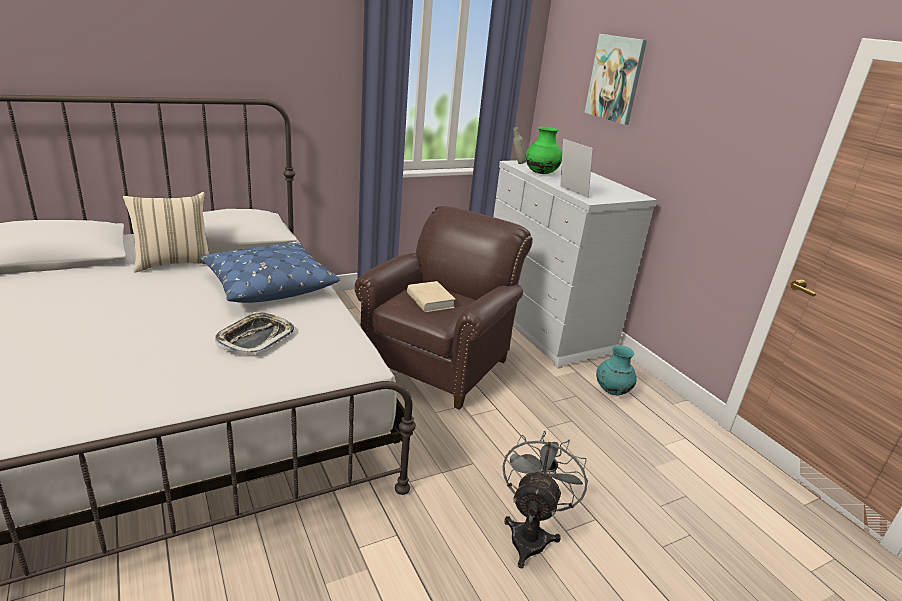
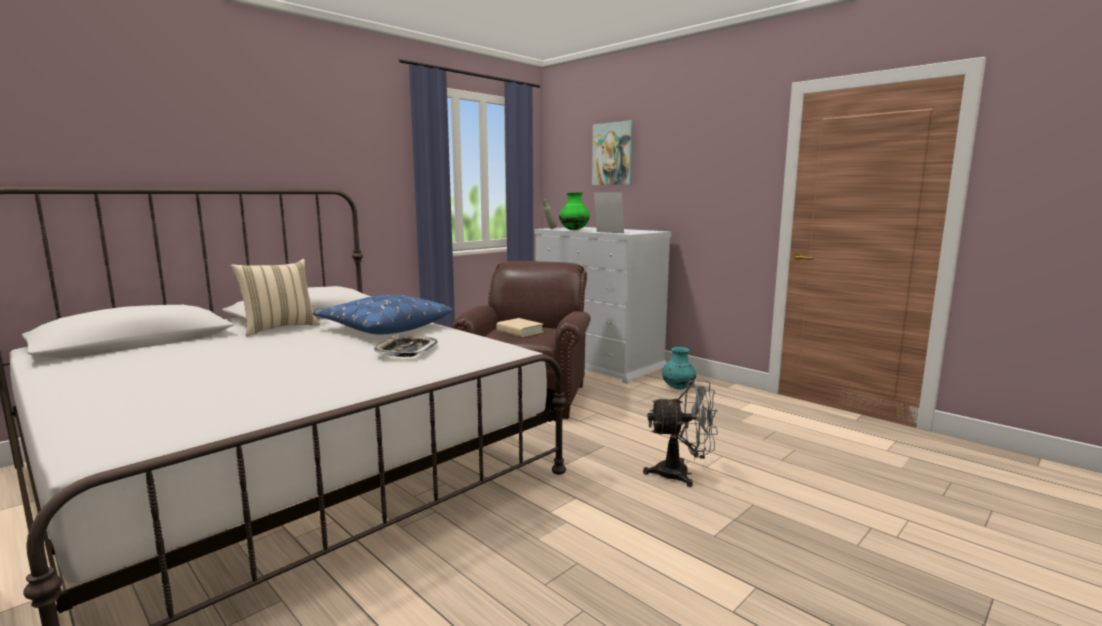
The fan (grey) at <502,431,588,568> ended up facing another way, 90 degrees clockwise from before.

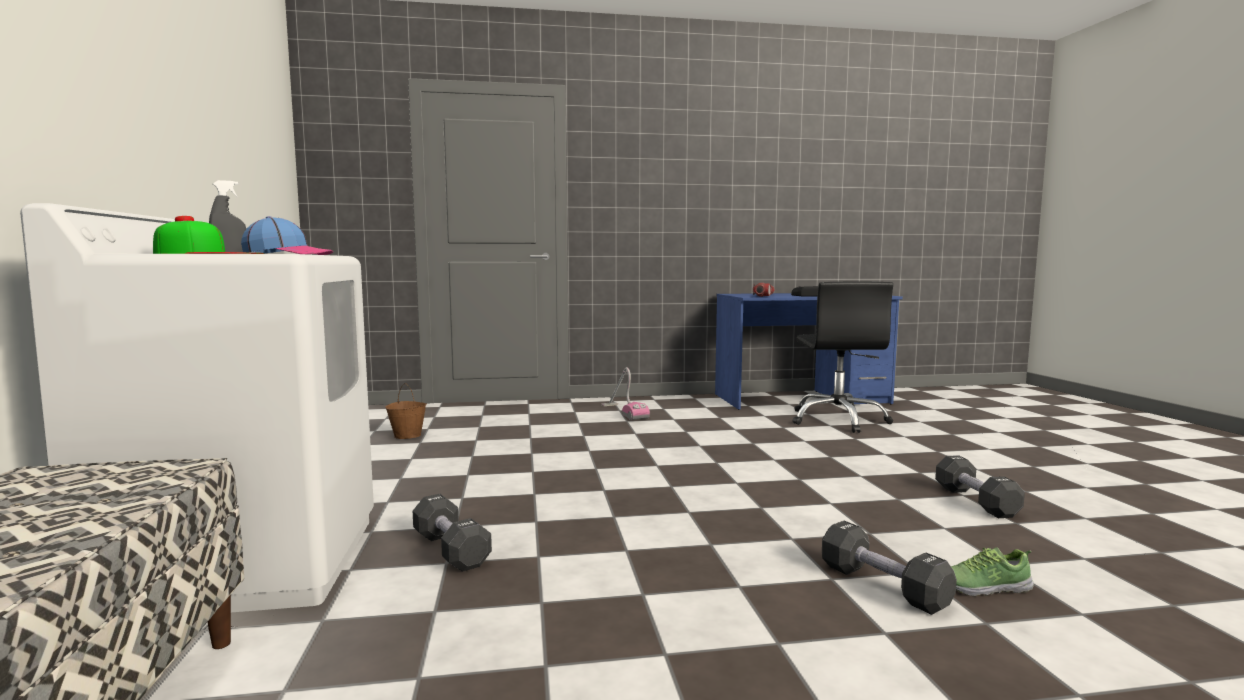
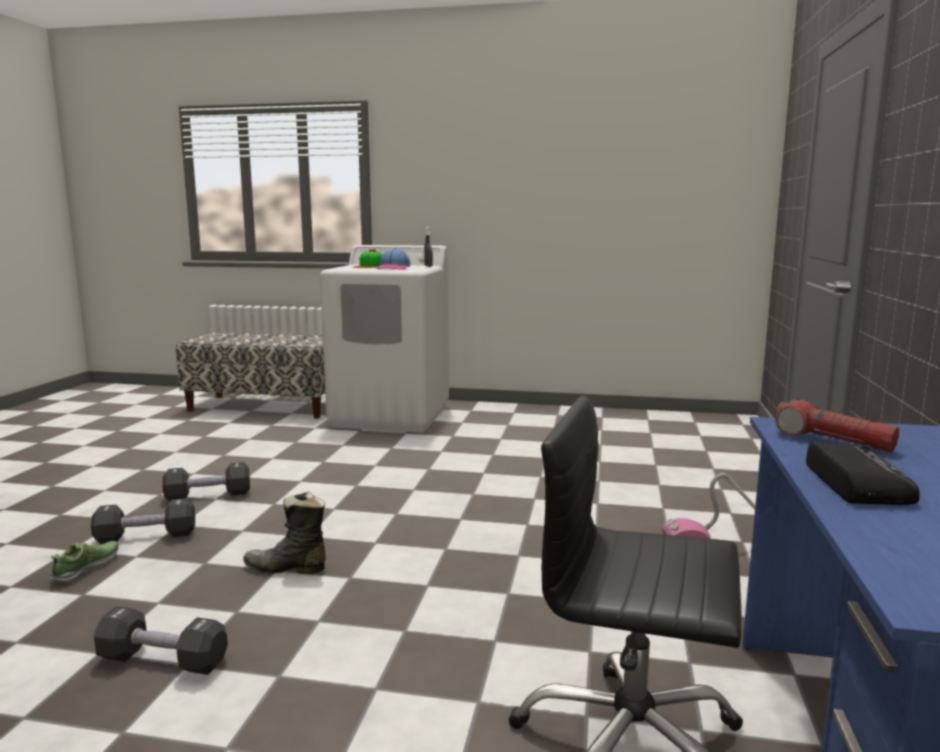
The second view lost the bucket (brown) at <385,383,427,439>.
The dumbbell (black) ended up elsewhere, having gone from <413,494,492,572> to <162,462,250,502>.
The second view gained the boot (black) at <243,491,326,574>.

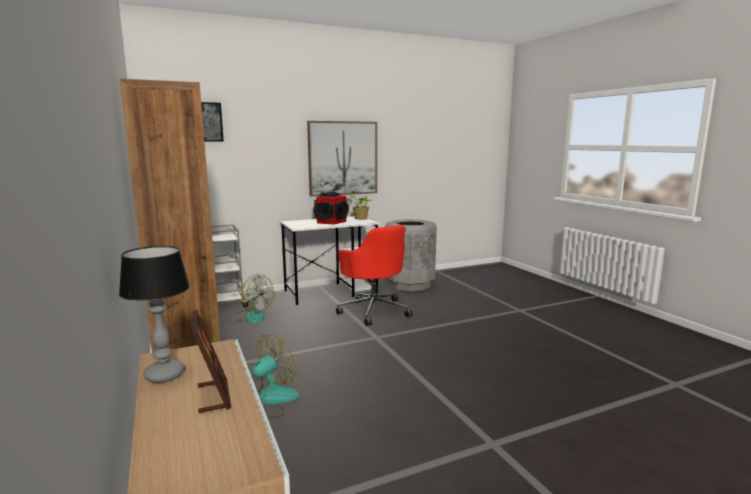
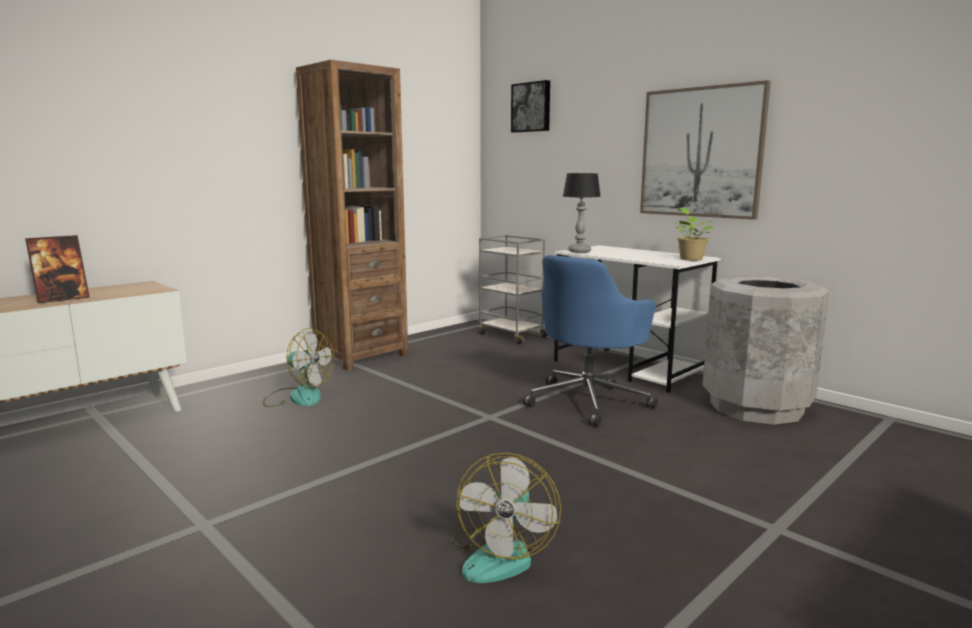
The table lamp ended up elsewhere, having gone from <119,246,190,383> to <563,173,601,253>.
The fan ended up elsewhere, having gone from <228,274,274,324> to <451,453,561,583>.
The second view lost the speaker at <314,192,349,224>.
What was the office chair (red) at <336,225,412,326> turned into the office chair (blue) at <523,255,658,427>.

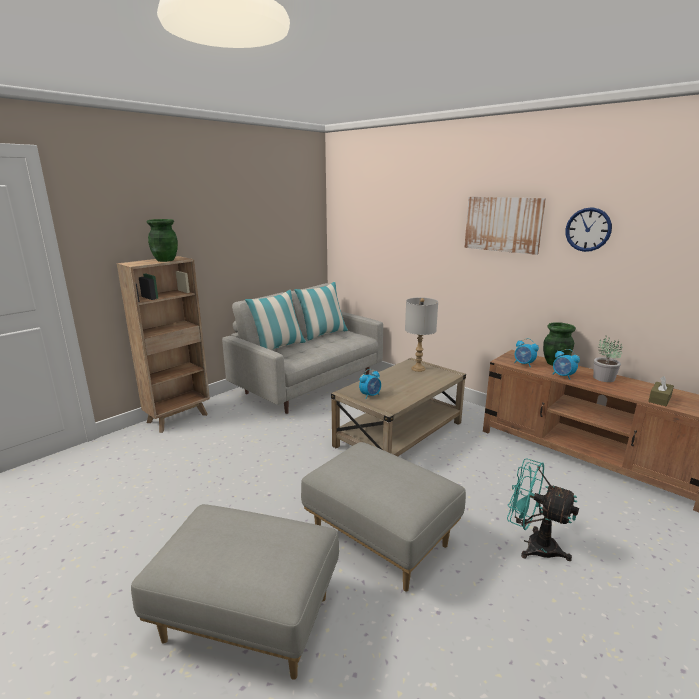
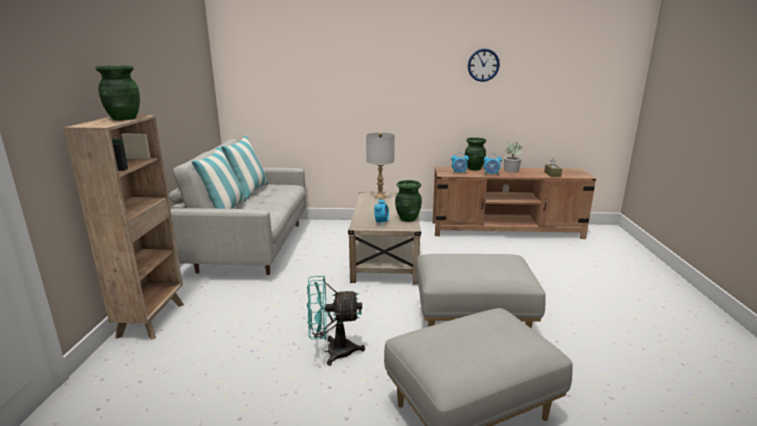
The second view lost the picture at <464,197,546,255>.
The fan (turquoise) ended up elsewhere, having gone from <507,458,579,561> to <307,276,365,366>.
The second view gained the vase (green) at <395,180,422,222>.

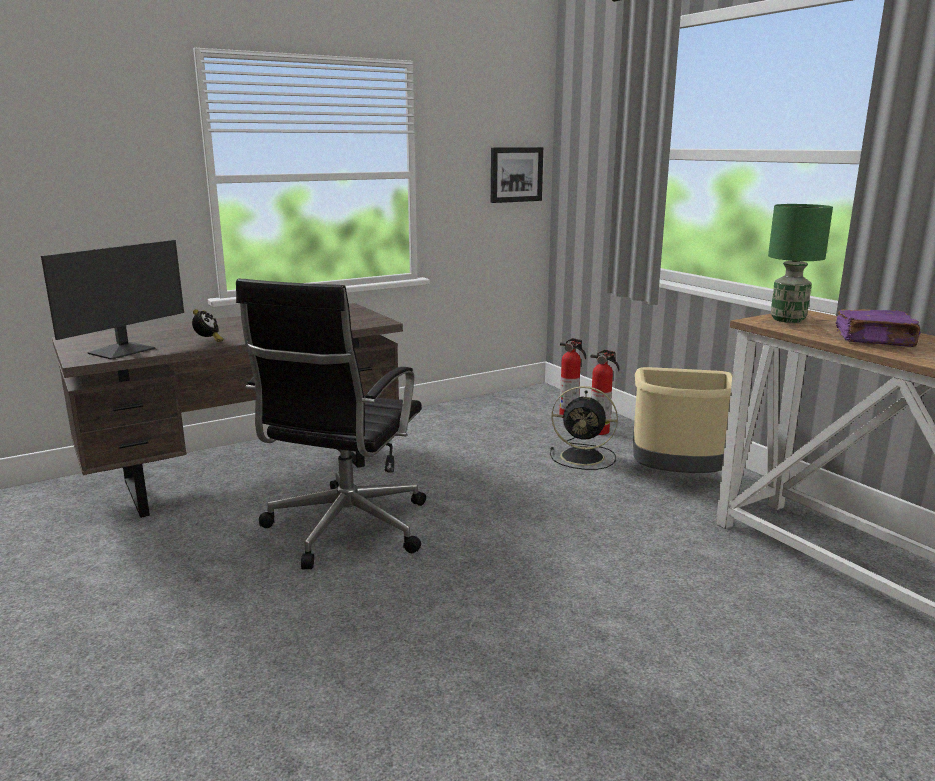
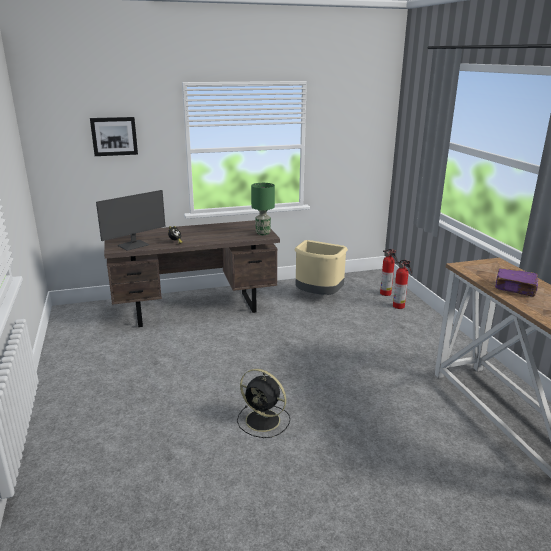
The second view lost the office chair (black) at <236,279,426,569>.
The picture ended up elsewhere, having gone from <491,147,543,203> to <90,117,138,156>.
The fan (black) ended up elsewhere, having gone from <550,386,618,470> to <237,369,290,438>.
The trash can (beige) ended up elsewhere, having gone from <633,367,733,473> to <295,240,348,295>.
The table lamp (green) ended up elsewhere, having gone from <768,204,833,323> to <251,183,275,235>.

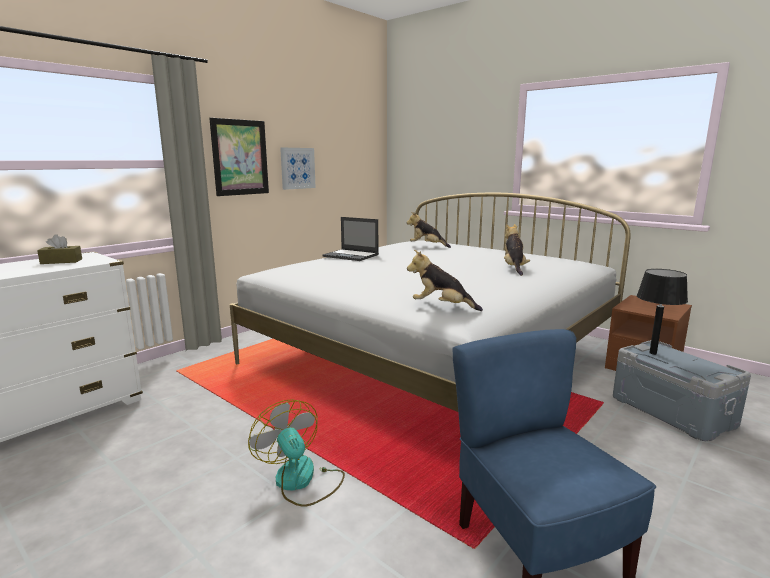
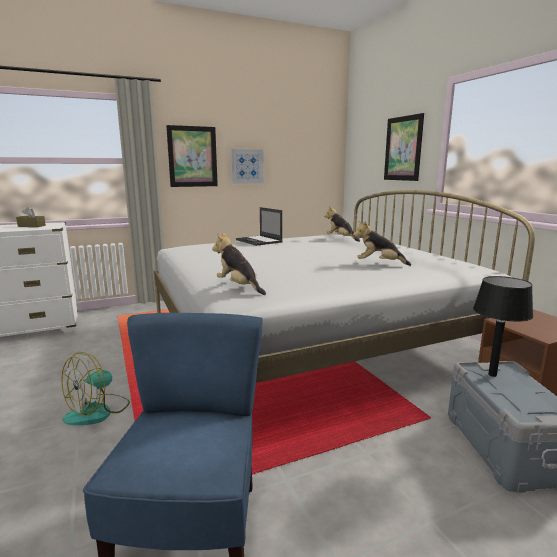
The fan at <248,399,345,507> ended up facing another way, 135 degrees counterclockwise from before.
The plush toy at <504,224,530,276> ended up facing another way, 105 degrees counterclockwise from before.
The second view gained the picture at <384,113,424,181>.

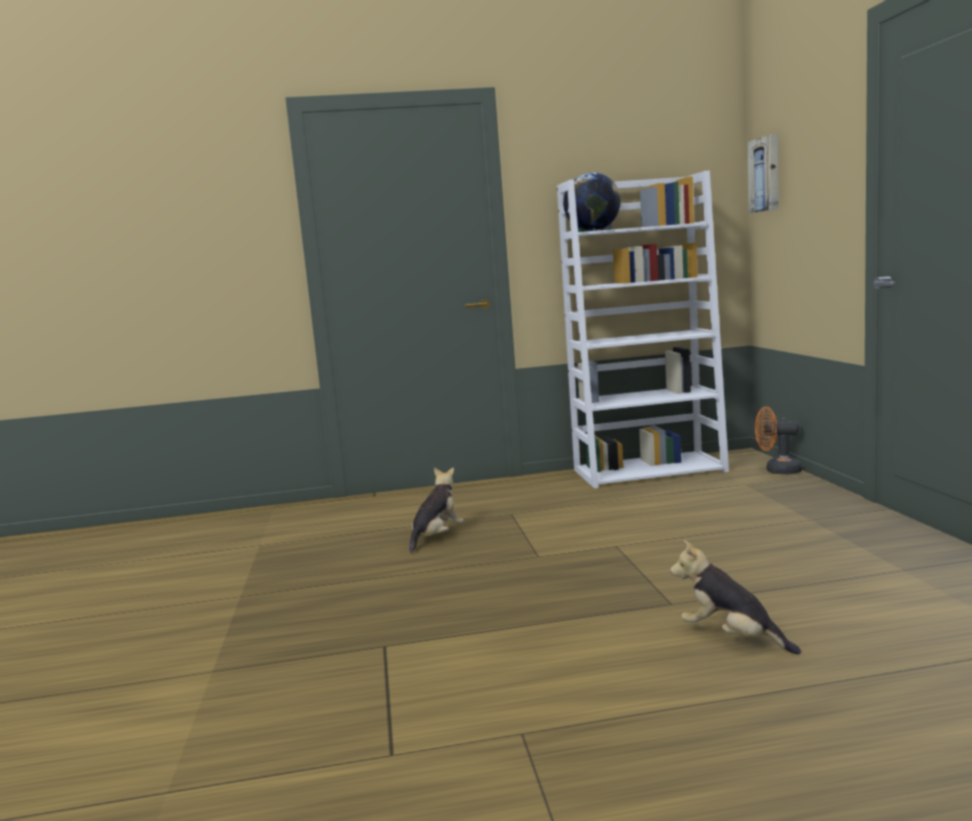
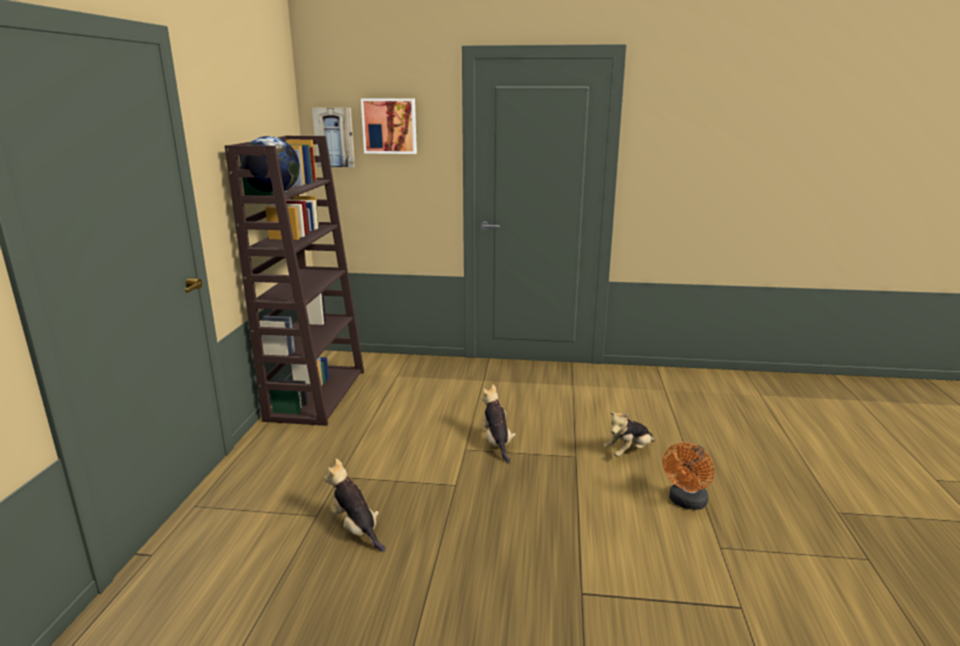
What was the bookcase (white) at <557,170,729,488> turned into the bookcase (brown) at <225,136,364,426>.
The fan (orange) ended up elsewhere, having gone from <755,407,802,474> to <663,443,715,510>.
The second view gained the picture at <361,98,417,154>.
The second view gained the plush toy at <482,384,516,463>.

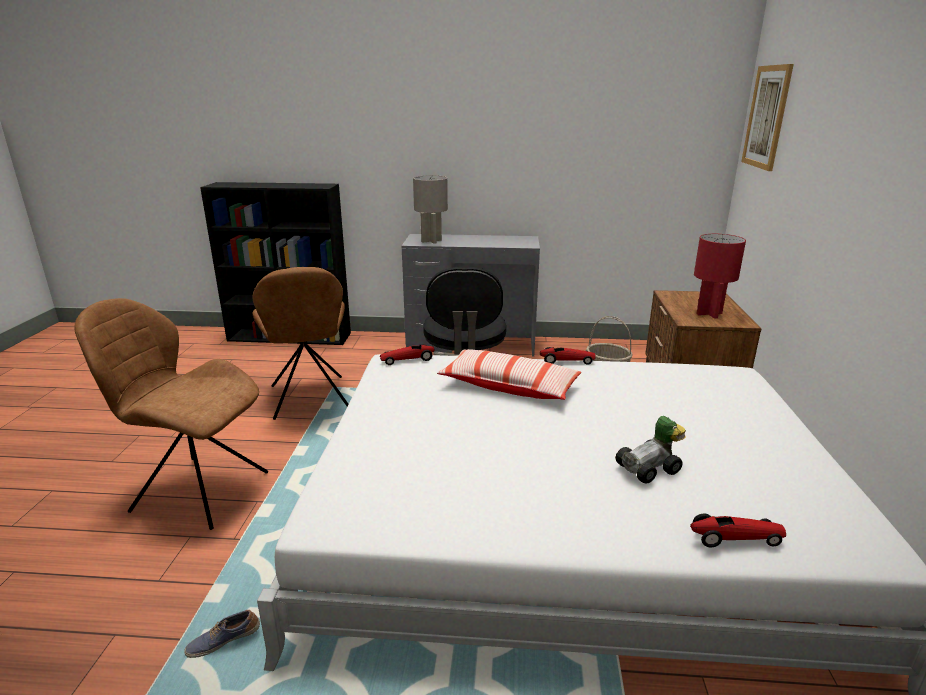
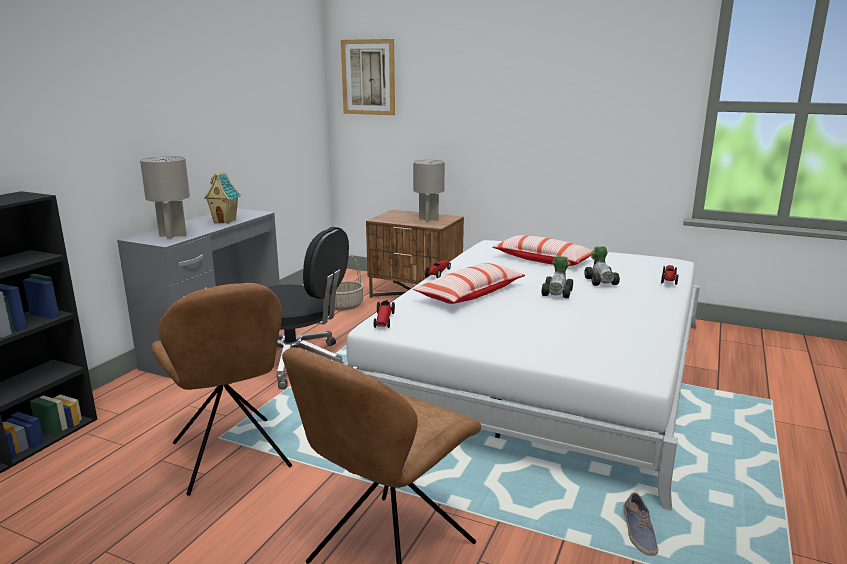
The chair (brown) at <252,267,348,420> ended up facing another way, 60 degrees clockwise from before.
What was the table lamp (red) at <694,234,746,319> turned into the table lamp (grey) at <413,160,445,222>.
The second view gained the toy house at <204,171,241,224>.
The second view gained the pillow at <492,235,592,266>.
The second view gained the toy car at <542,256,573,298>.

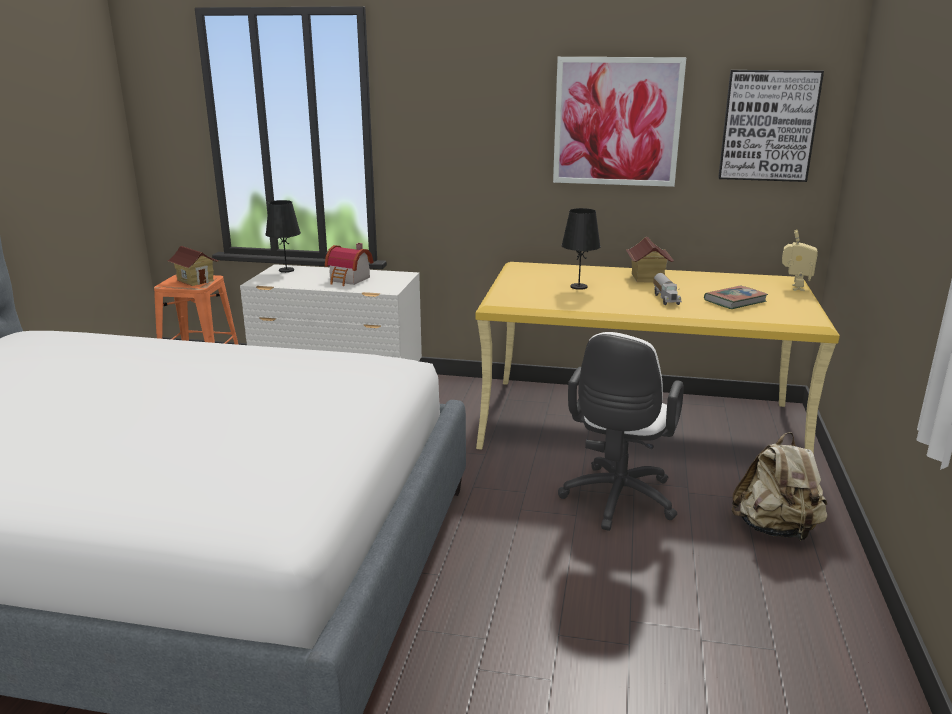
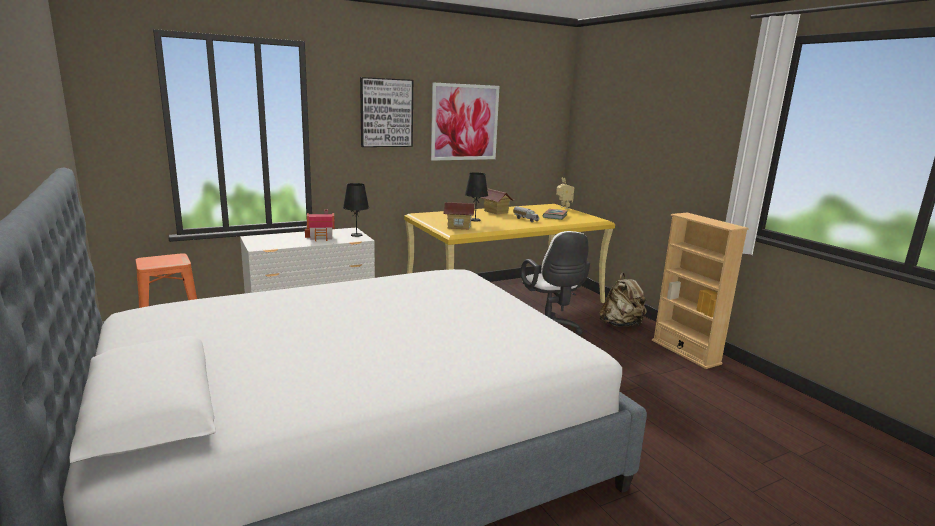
The toy house ended up elsewhere, having gone from <168,246,219,286> to <443,202,475,230>.
The table lamp (black) ended up elsewhere, having gone from <266,200,301,273> to <343,183,369,237>.
The picture ended up elsewhere, having gone from <718,70,824,182> to <360,77,413,147>.
The second view gained the bookcase (beige) at <652,213,749,369>.

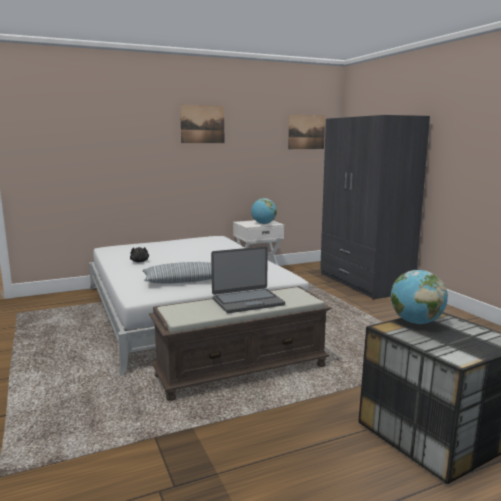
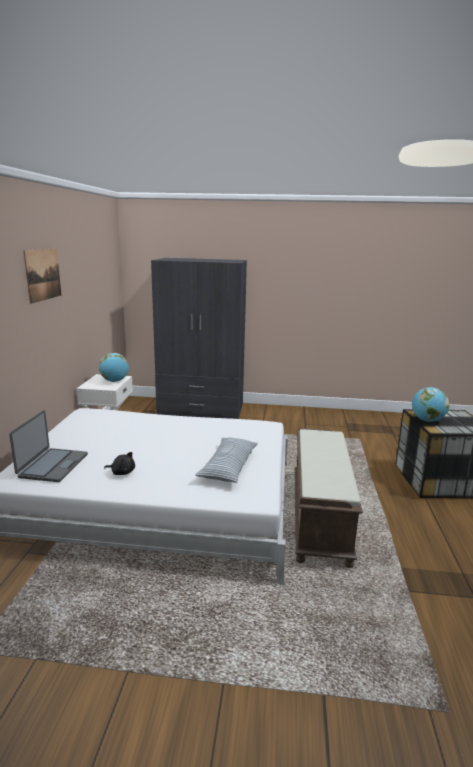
The laptop ended up elsewhere, having gone from <211,246,285,313> to <9,410,88,482>.
The second view lost the picture at <288,115,325,149>.

